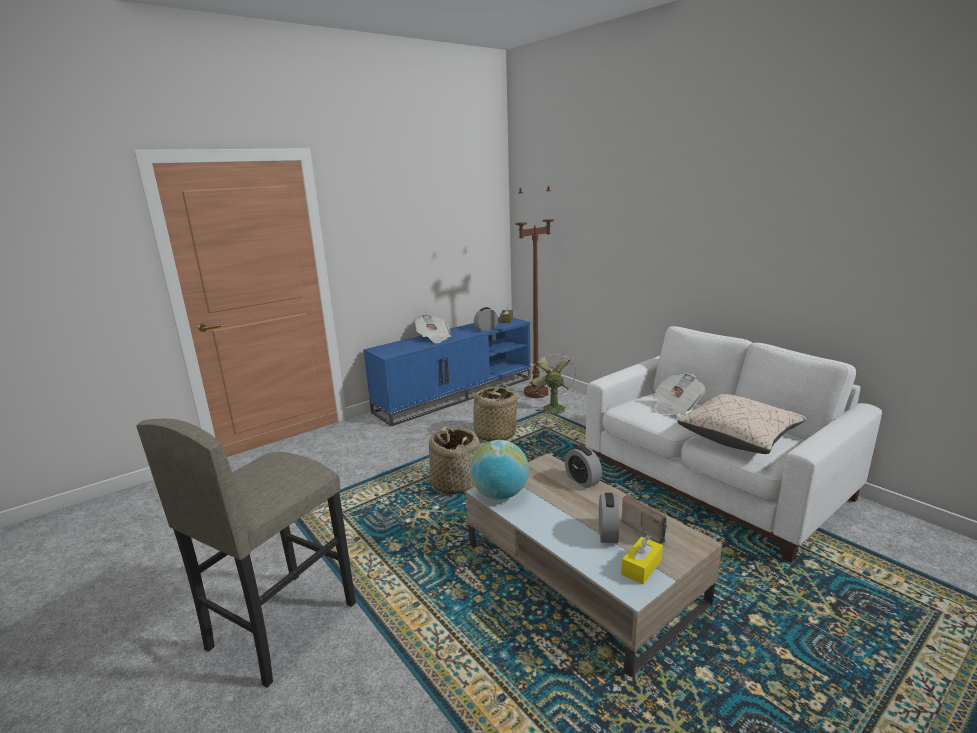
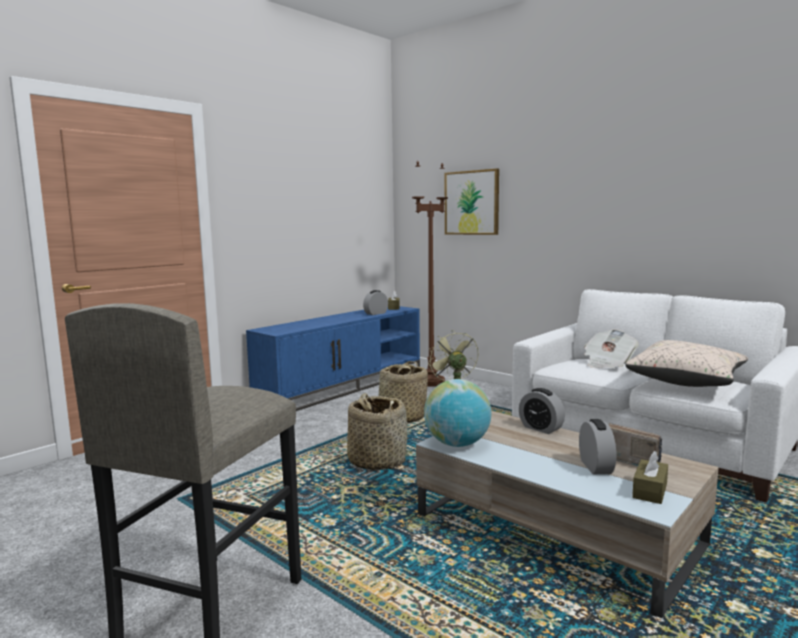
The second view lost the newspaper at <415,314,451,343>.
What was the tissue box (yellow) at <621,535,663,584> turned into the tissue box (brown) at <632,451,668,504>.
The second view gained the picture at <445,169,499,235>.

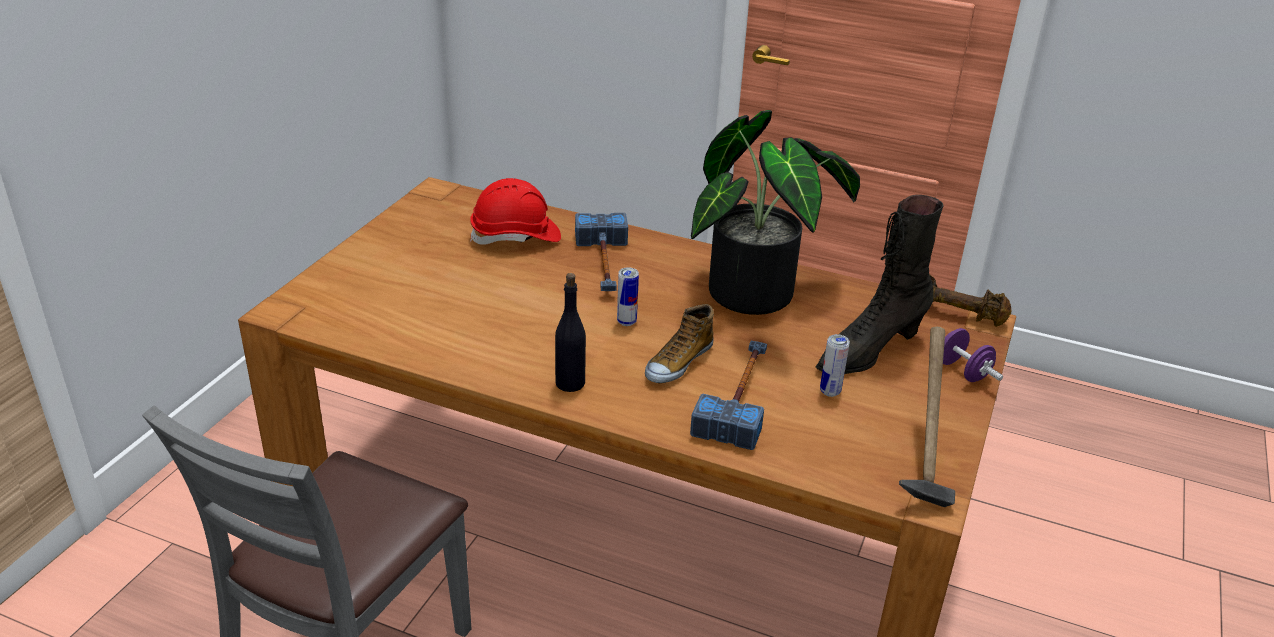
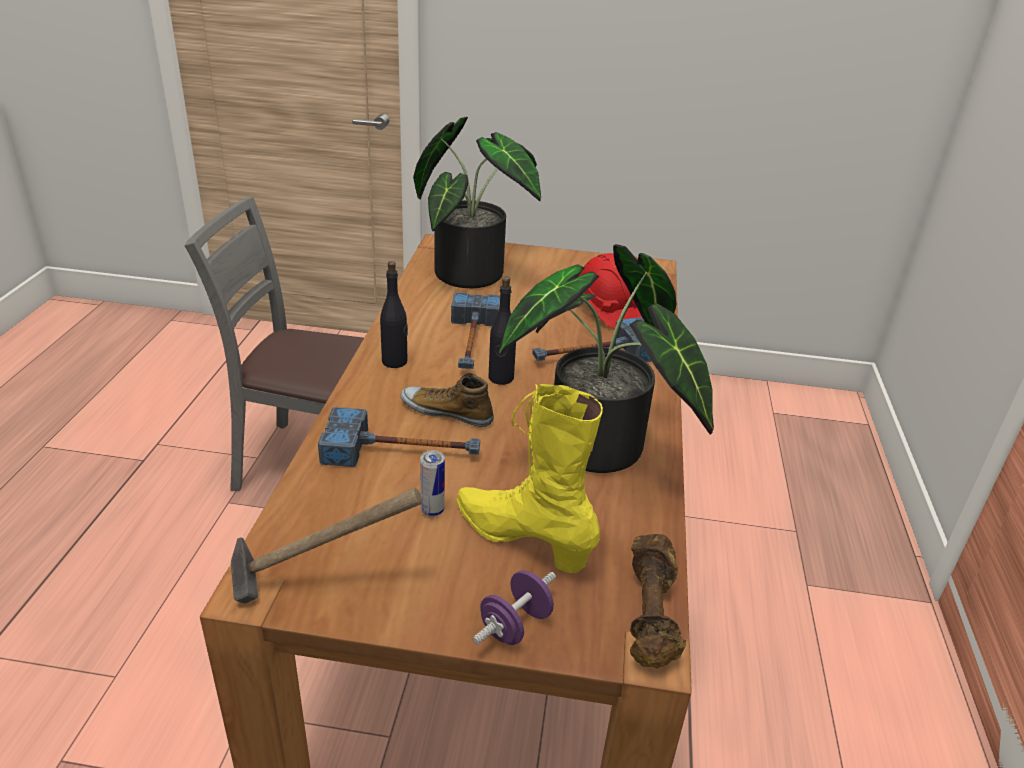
Where the can stood at <617,268,639,326>, the bottle (black) came to stand at <489,276,516,385>.
What was the boot (black) at <815,195,943,374> turned into the boot (yellow) at <457,384,603,573>.
The second view gained the potted plant at <413,117,541,288>.
The second view gained the hammer at <451,292,500,369>.

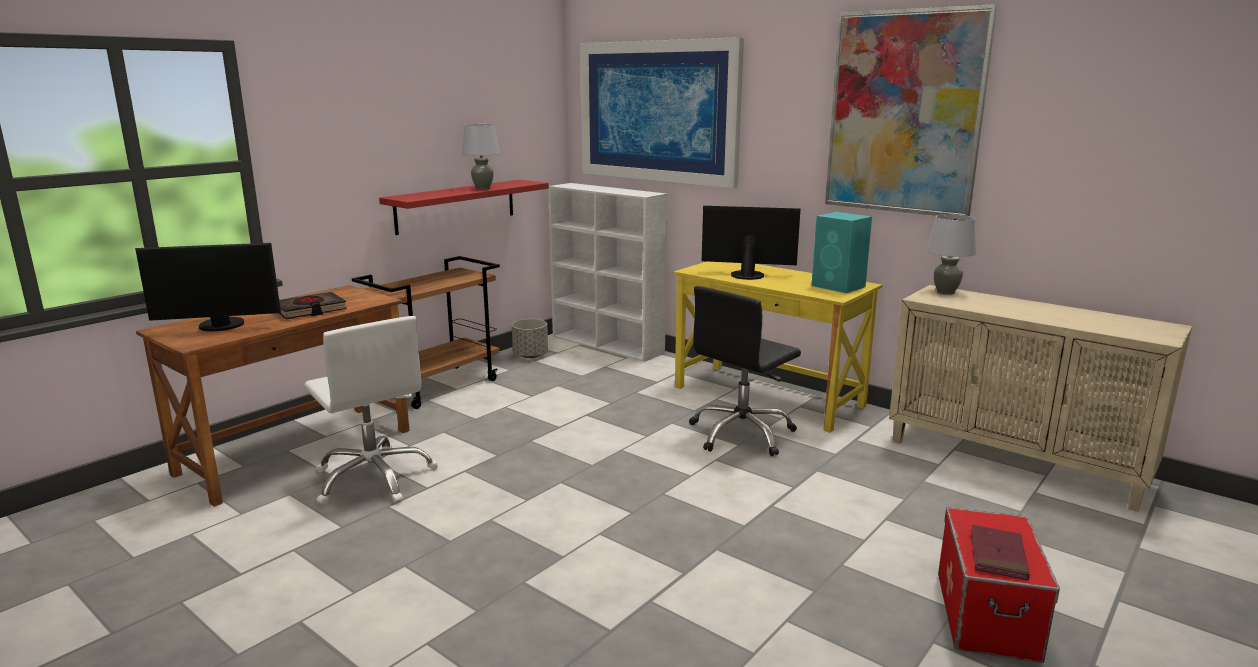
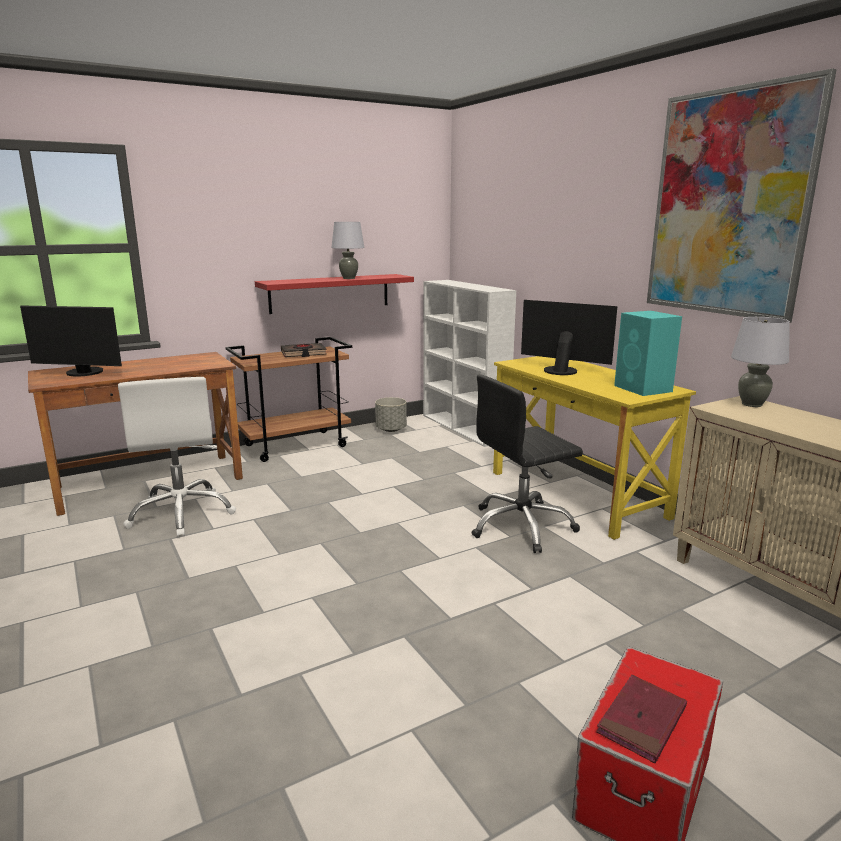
The book (black) ended up elsewhere, having gone from <279,292,347,319> to <281,343,326,357>.
The second view lost the picture at <580,37,744,188>.

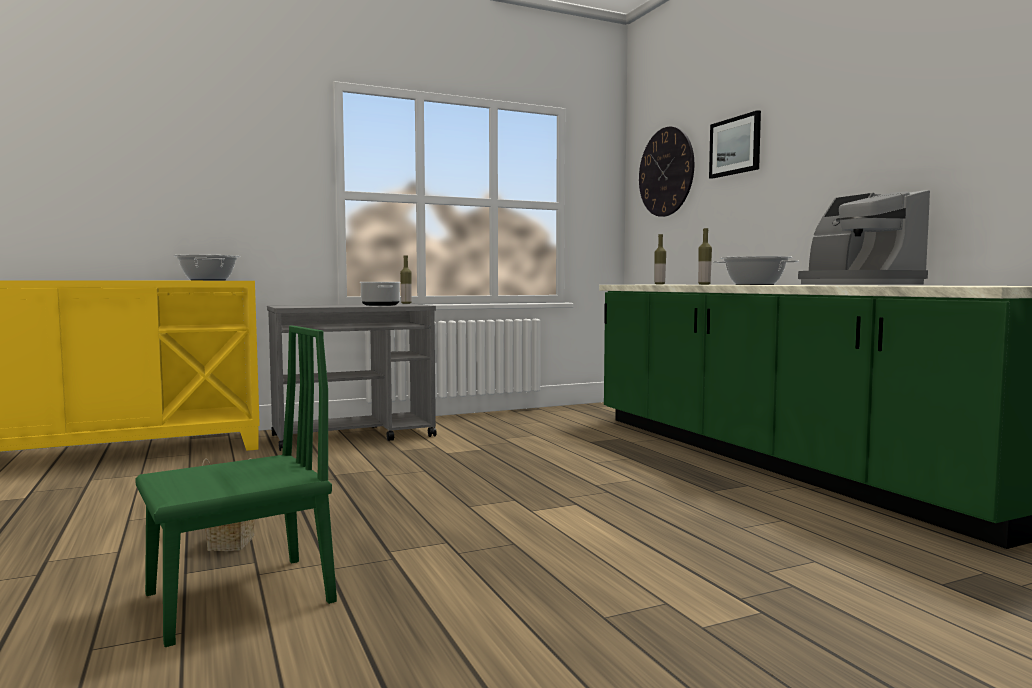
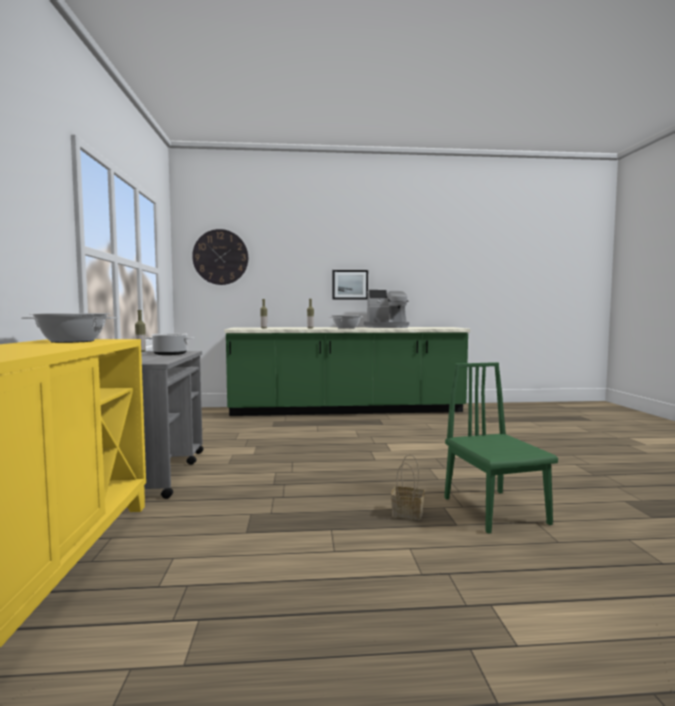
The picture ended up elsewhere, having gone from <709,110,761,179> to <332,270,368,300>.

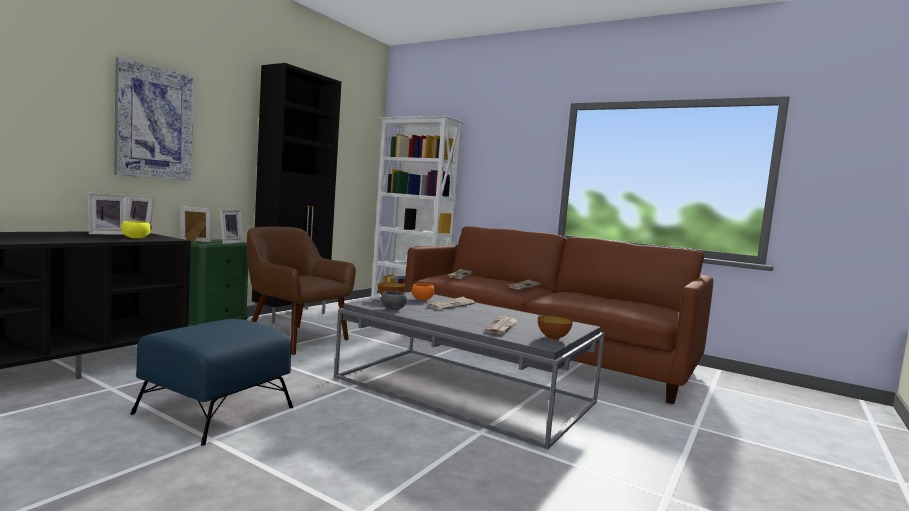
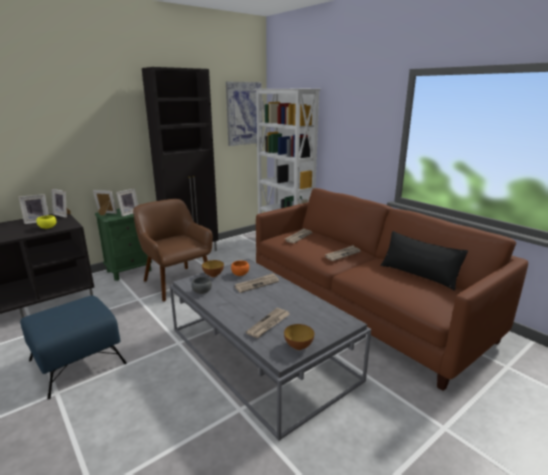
The picture ended up elsewhere, having gone from <114,57,194,181> to <226,82,262,146>.
The second view gained the pillow (black) at <381,231,468,291>.

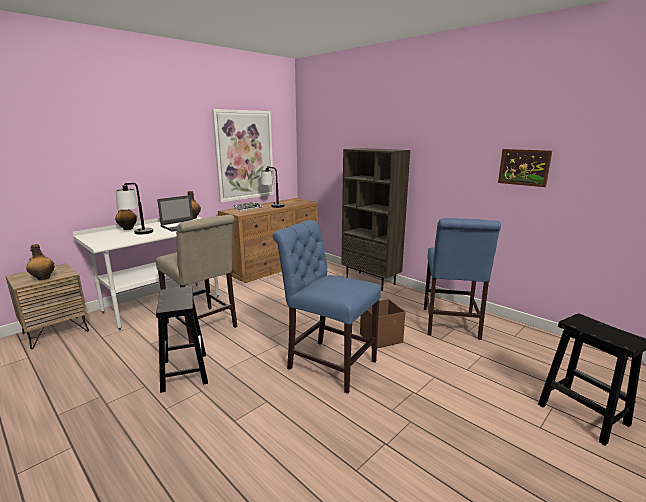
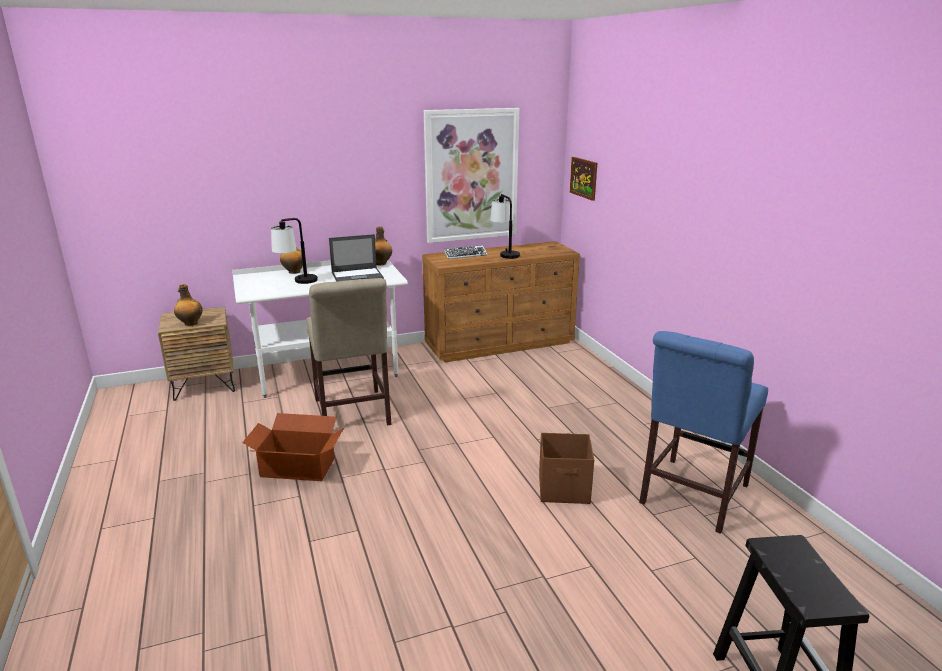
Where the stool (black) stood at <156,286,208,393>, the cardboard box came to stand at <242,413,344,481>.
The second view lost the chair (blue) at <273,220,381,394>.
The second view lost the bookcase (brown) at <341,148,410,291>.
The picture ended up elsewhere, having gone from <498,149,552,187> to <570,157,597,201>.

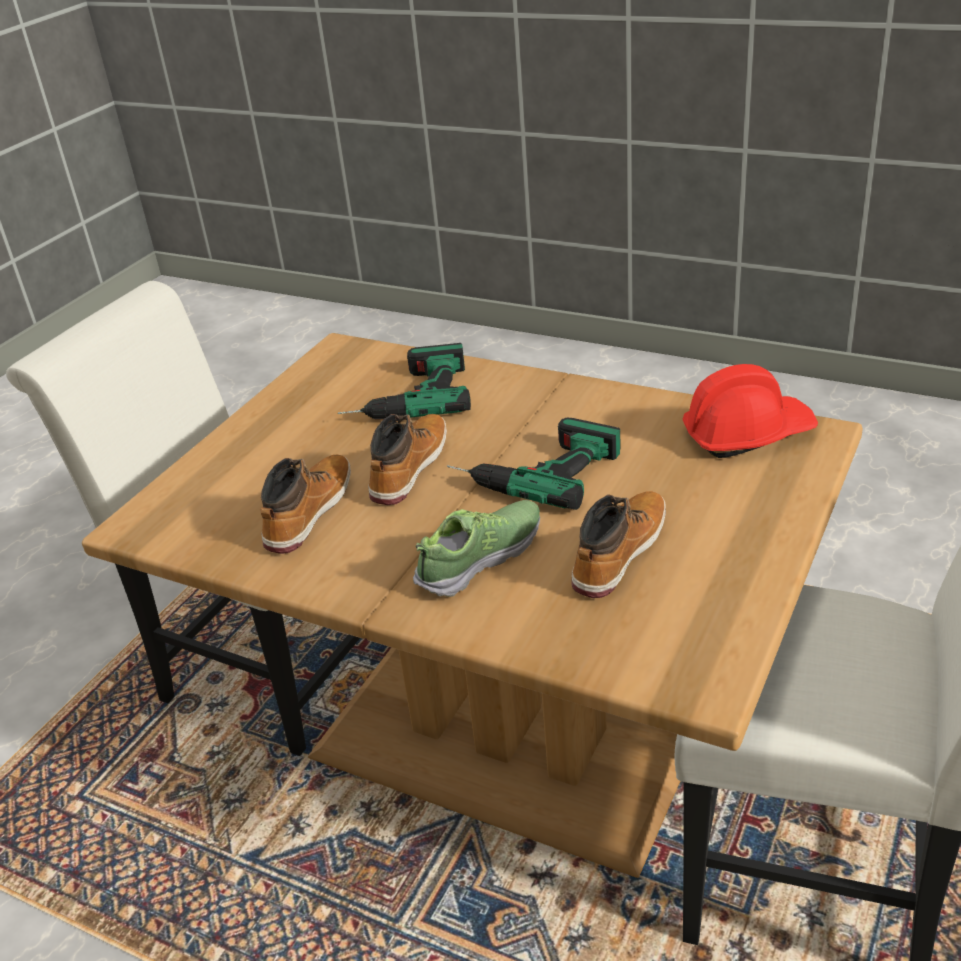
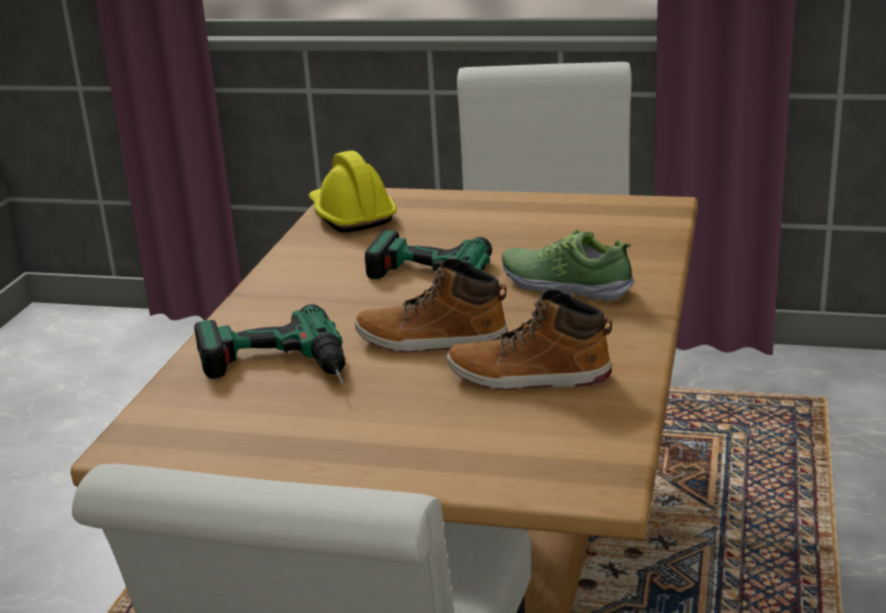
The second view lost the boot at <572,491,666,598>.
What was the hard hat (red) at <683,364,818,458> turned into the hard hat (yellow) at <309,151,397,232>.

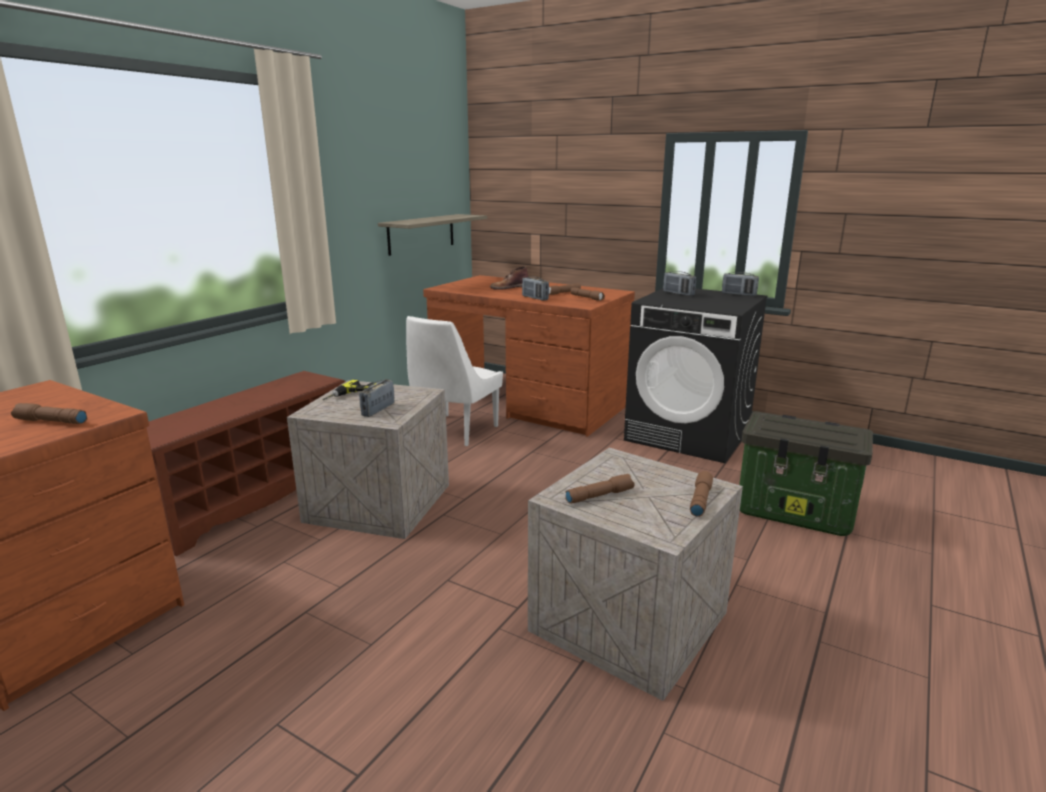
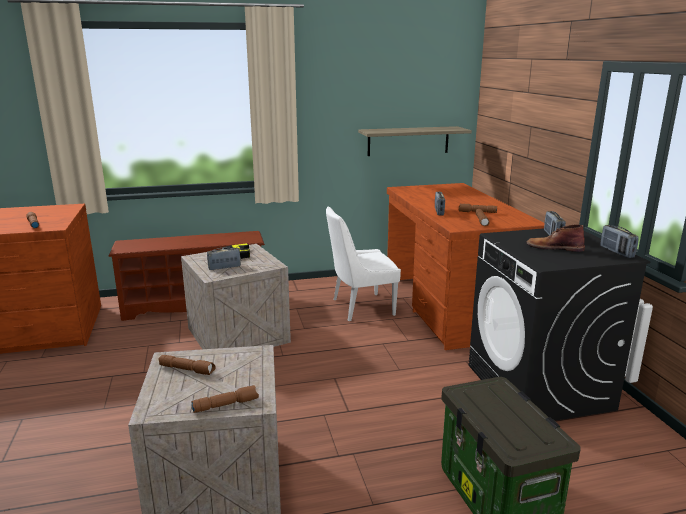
The boot (brown) ended up elsewhere, having gone from <490,266,529,290> to <526,224,585,252>.

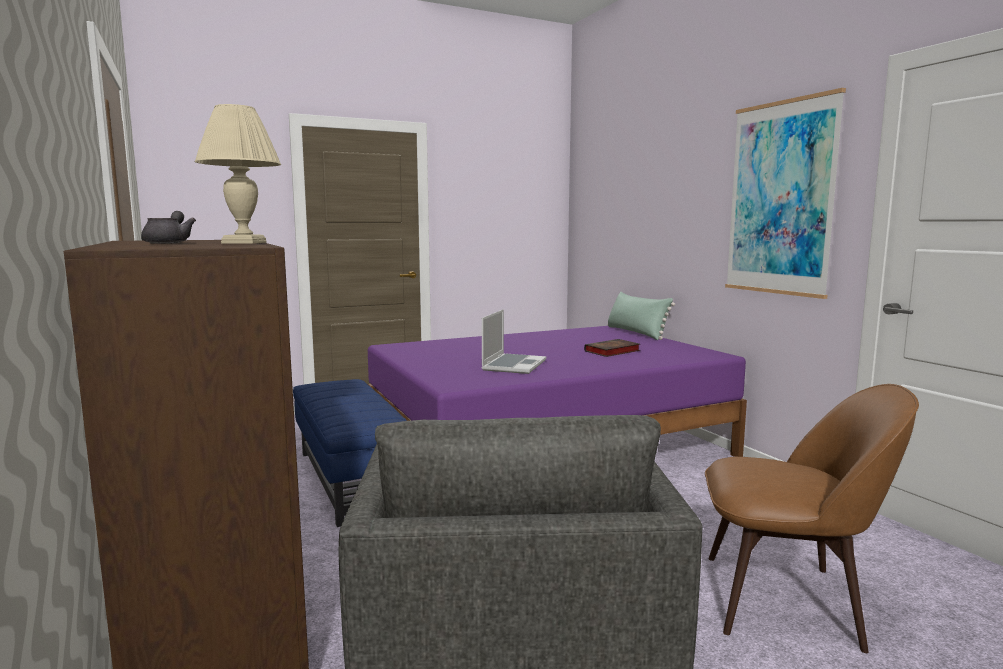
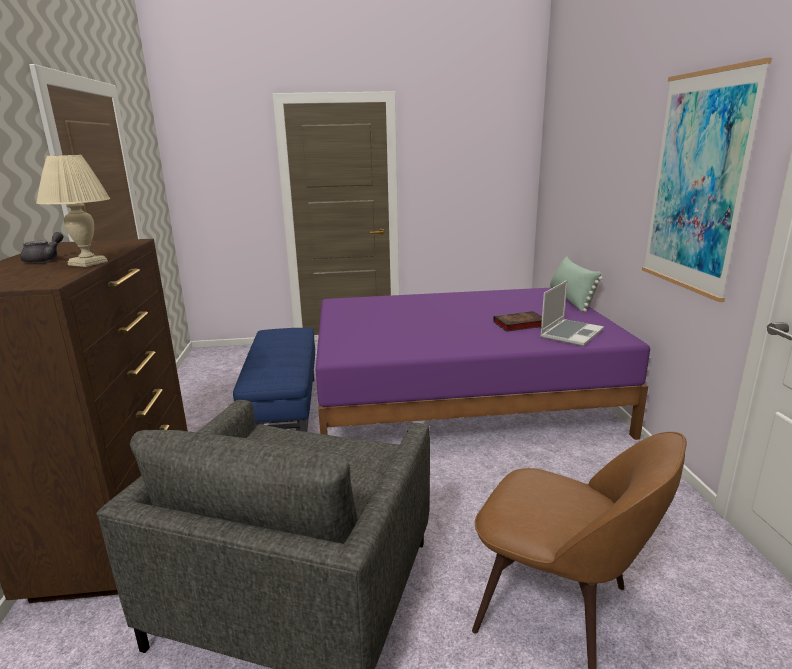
The laptop ended up elsewhere, having gone from <482,309,546,374> to <540,280,604,346>.

